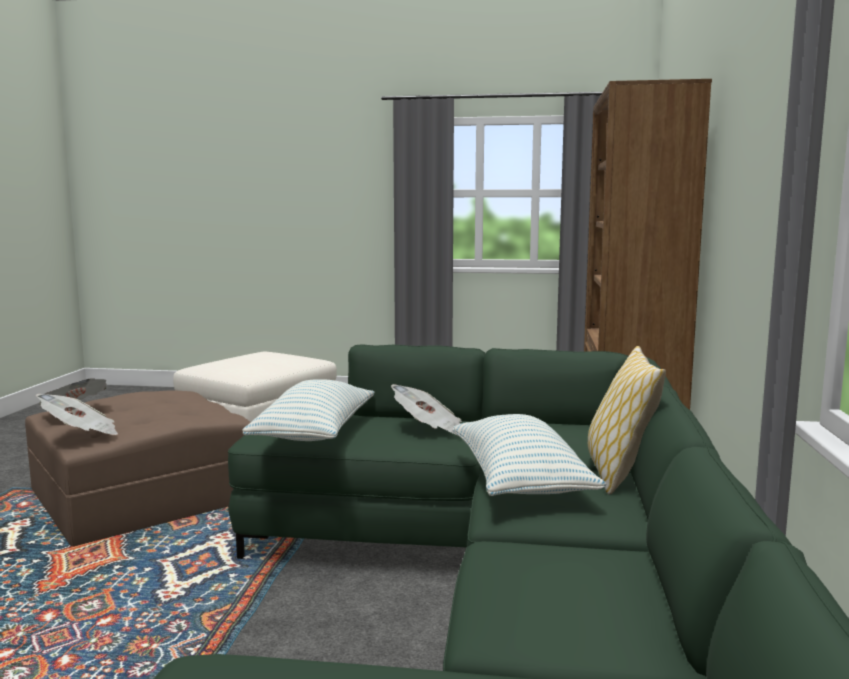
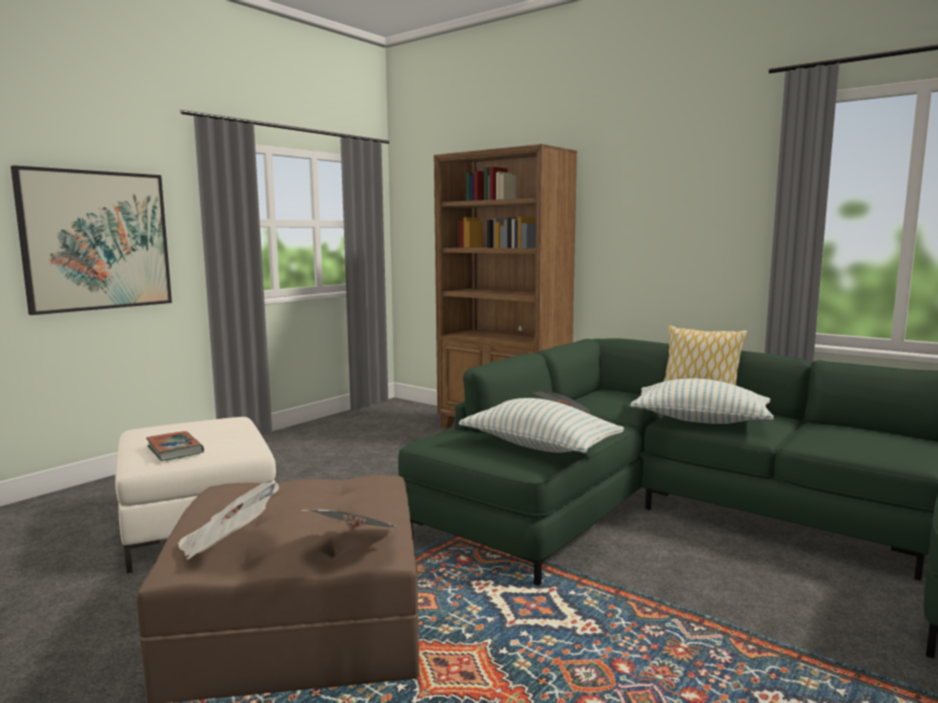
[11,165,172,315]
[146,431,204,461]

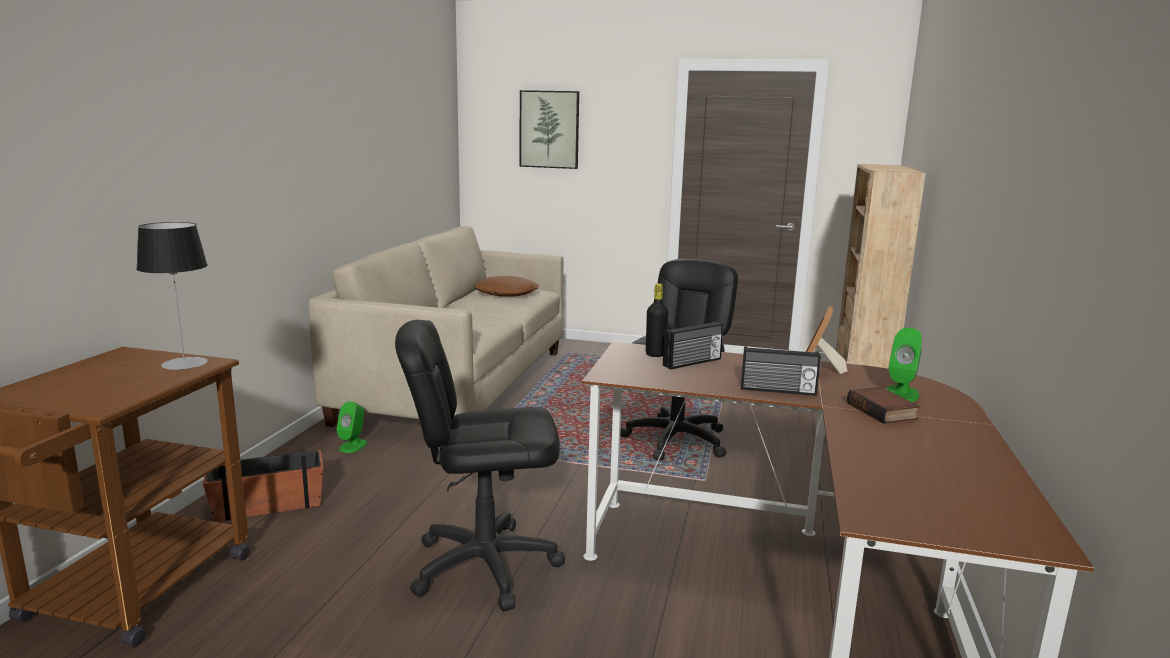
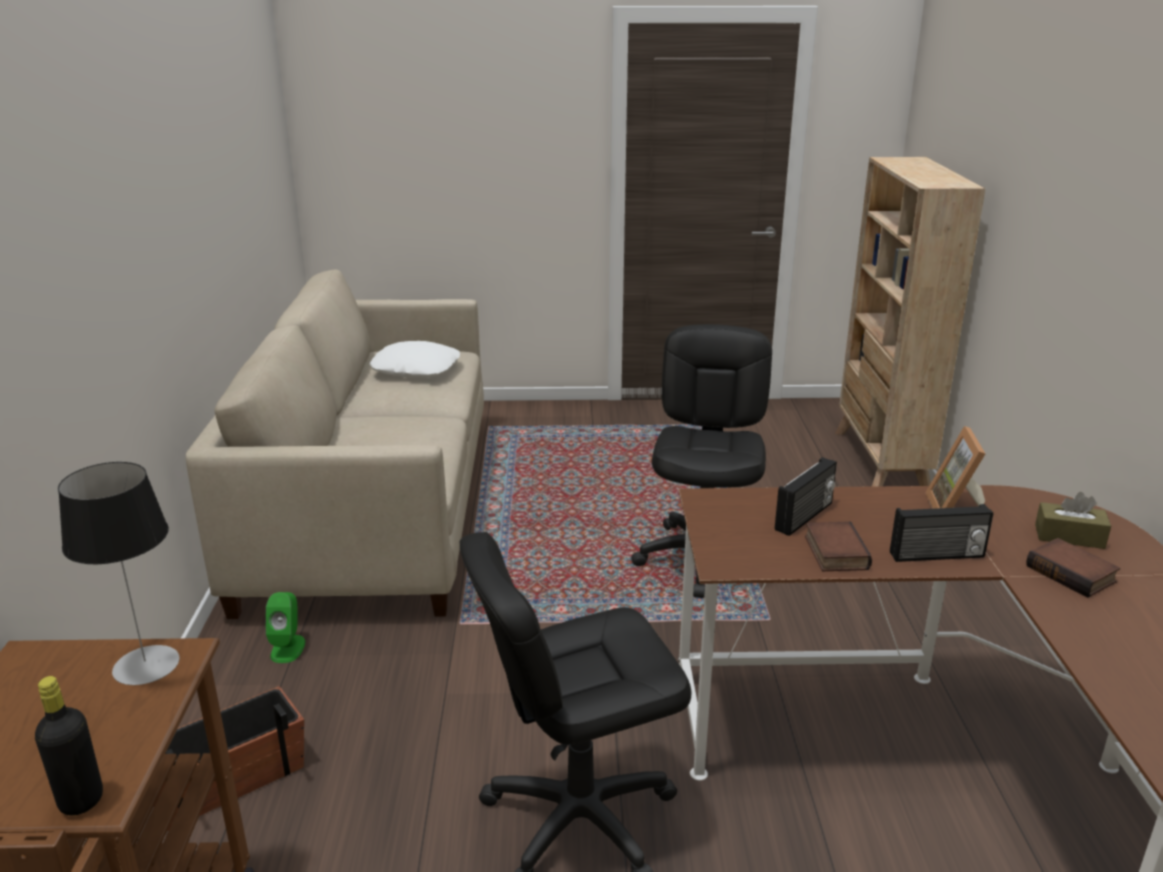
[520,90,579,169] (first image)
[805,521,872,571]
[35,676,103,816]
[1035,492,1111,549]
[369,341,460,378]

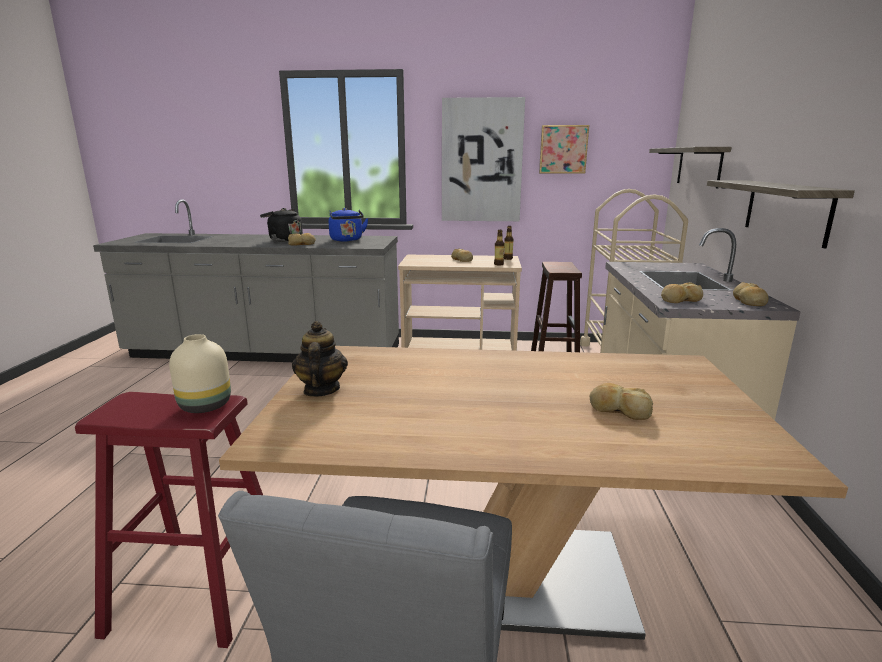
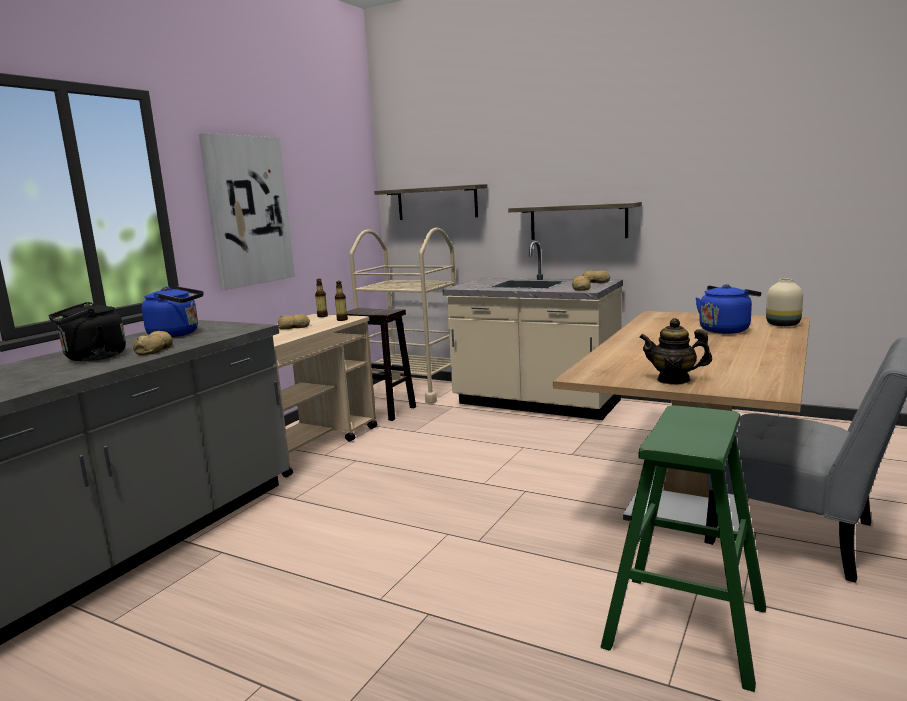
[539,125,589,174] (first image)
[766,279,803,326]
[696,284,761,334]
[600,405,766,692]

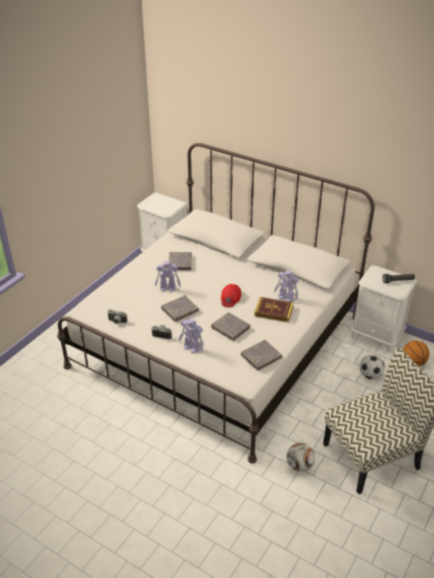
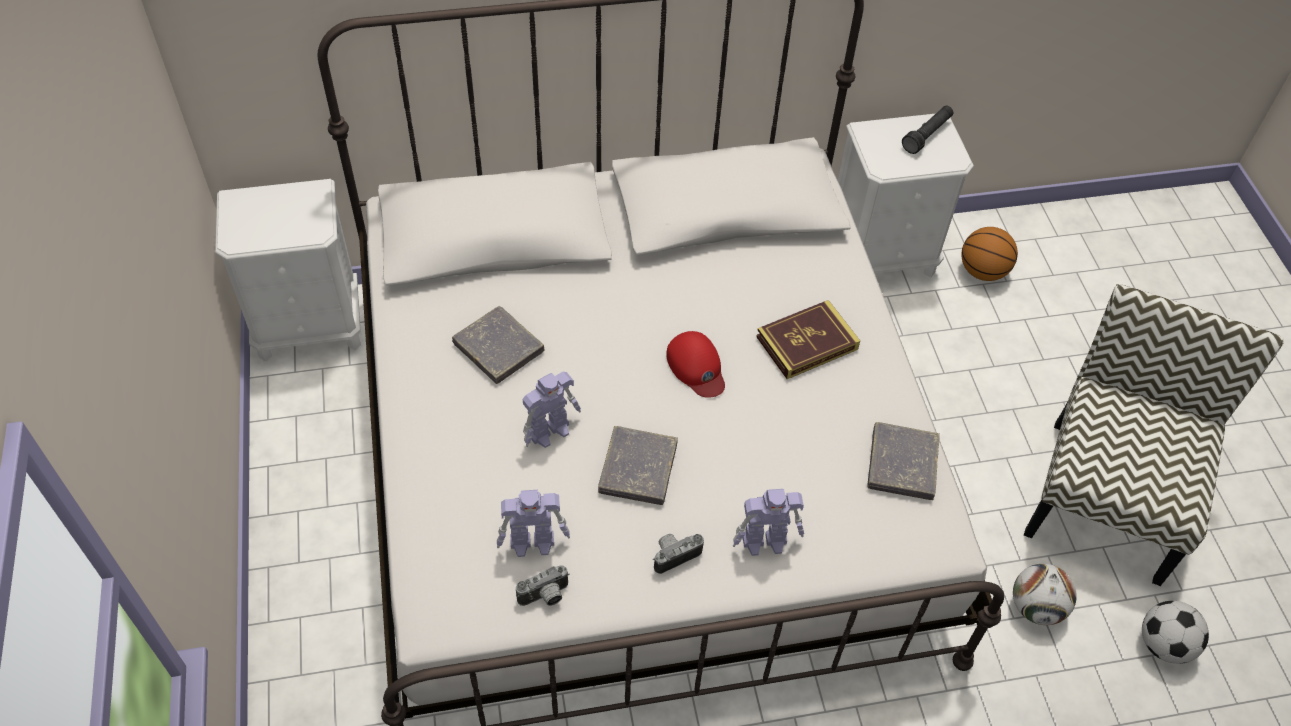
[211,312,250,341] (first image)
[497,490,570,557]
[1142,601,1209,664]

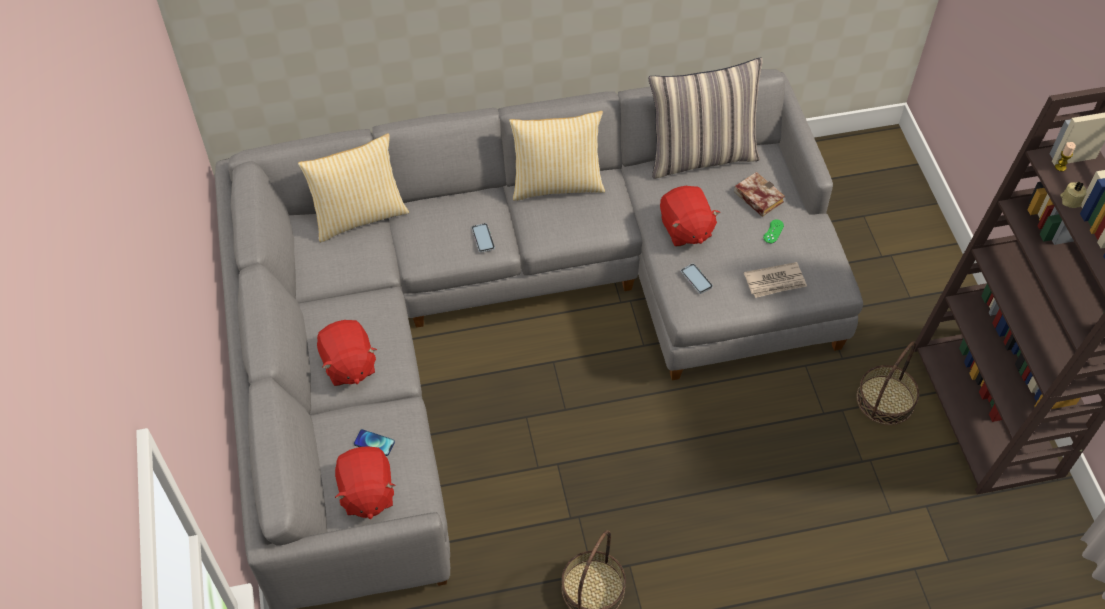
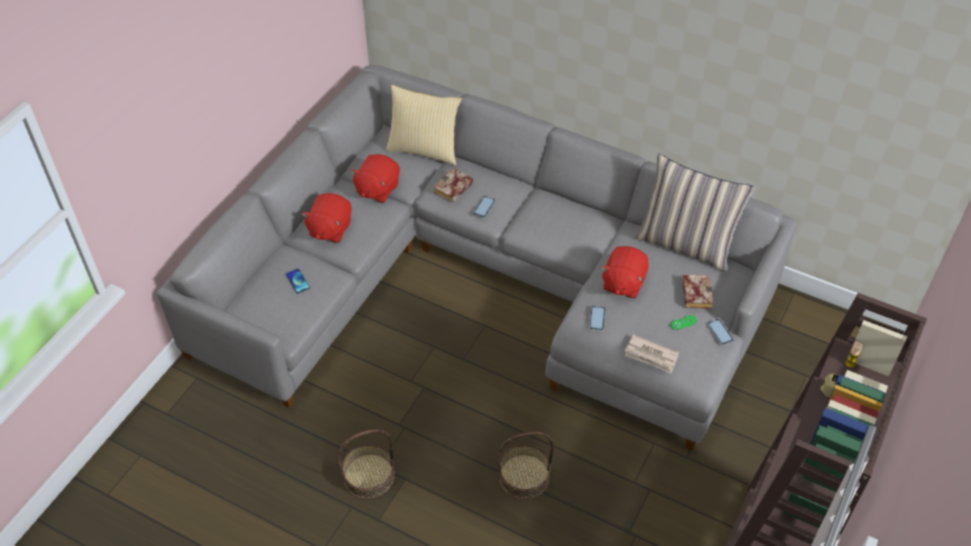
[509,111,605,201] (first image)
[434,168,473,203]
[707,319,734,345]
[351,154,400,203]
[497,432,554,499]

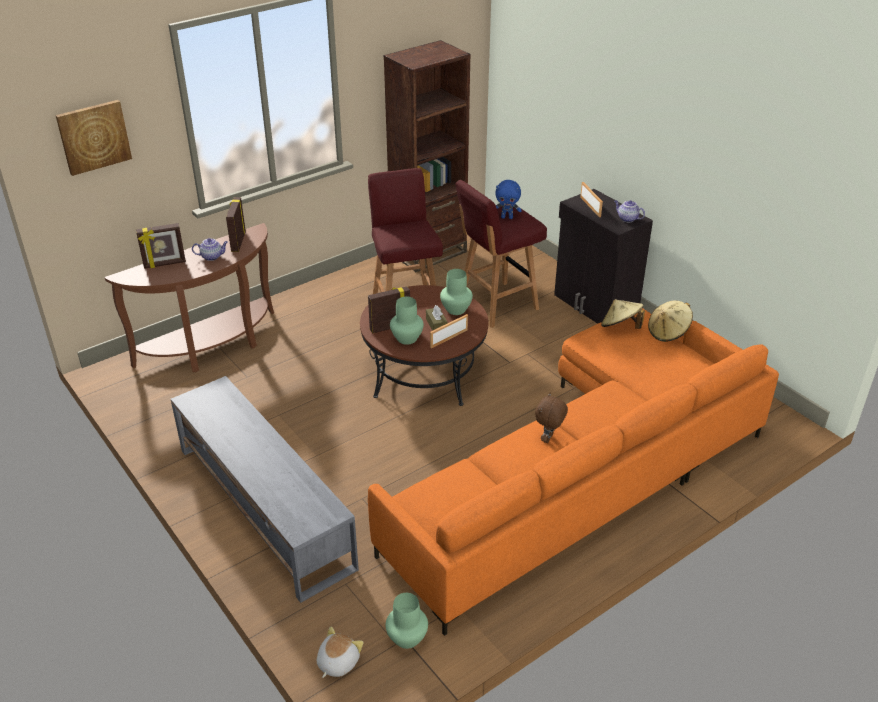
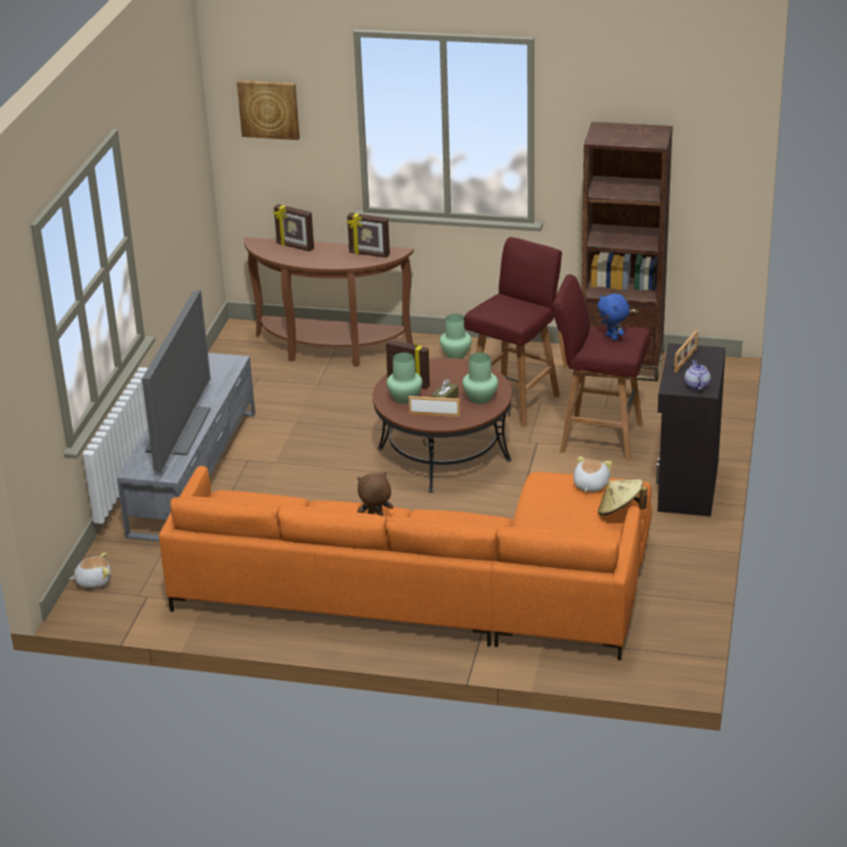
[192,238,228,261] (first image)
[142,290,211,473]
[440,314,472,359]
[573,456,612,492]
[347,213,390,258]

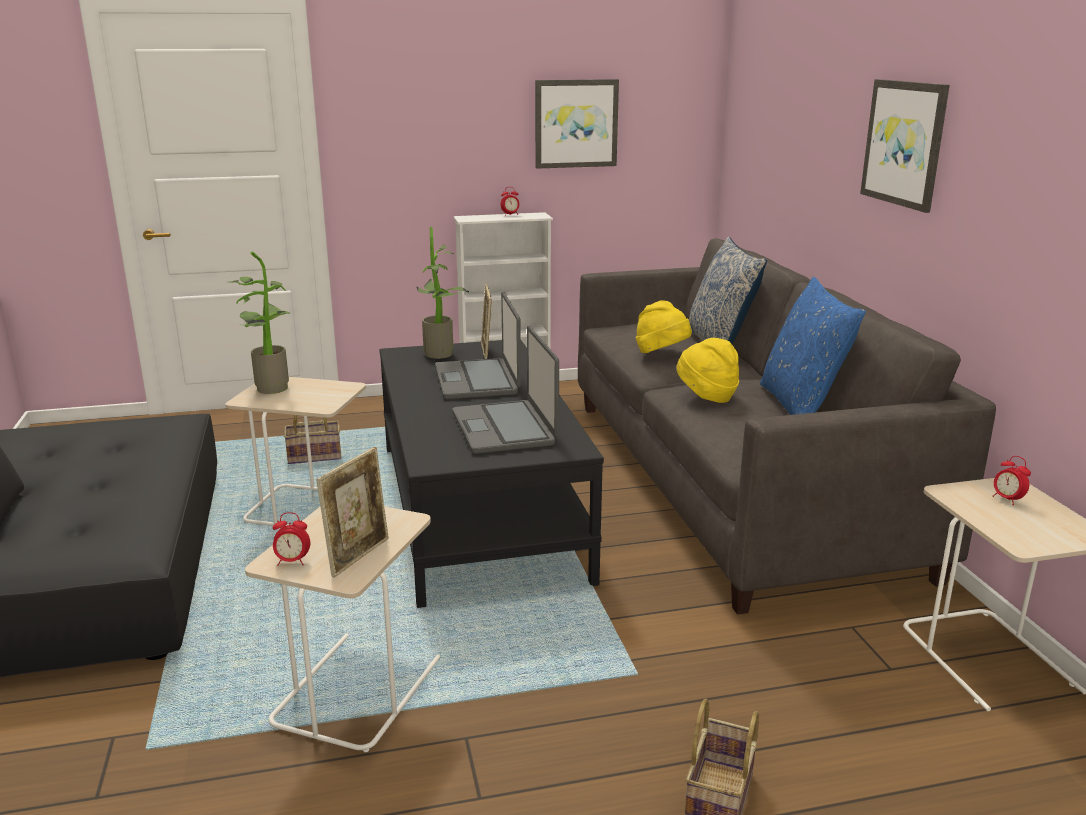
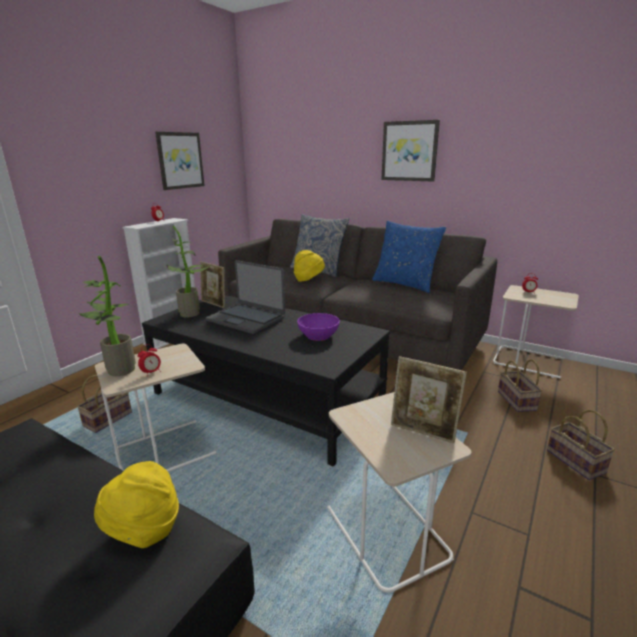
[498,359,542,412]
[138,344,161,375]
[94,461,179,548]
[297,313,340,341]
[391,356,467,443]

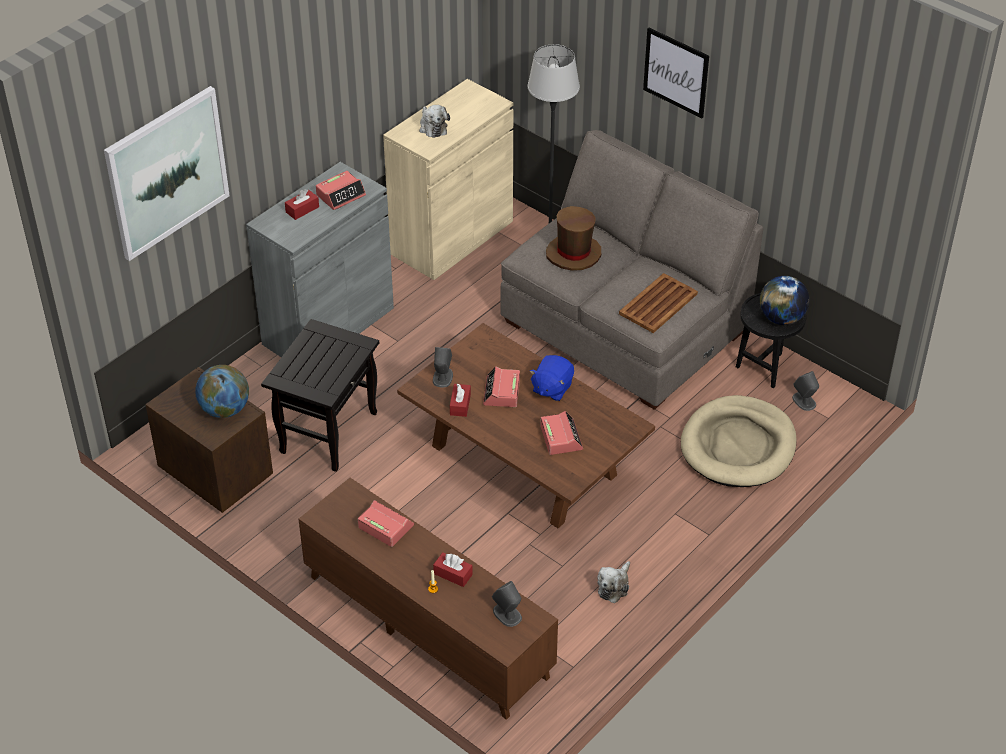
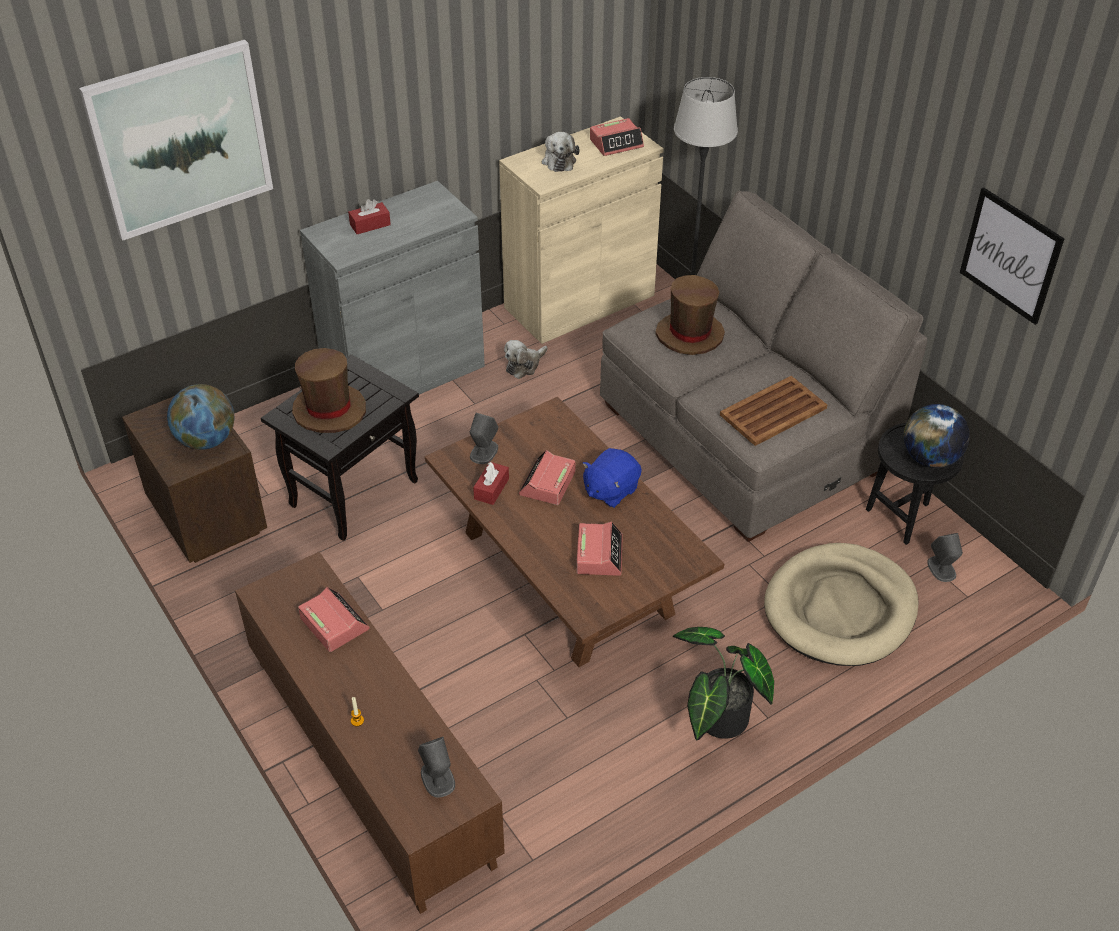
[433,552,473,587] (first image)
[292,348,366,433]
[673,627,774,741]
[590,118,644,156]
[504,340,547,379]
[960,187,1065,325]

